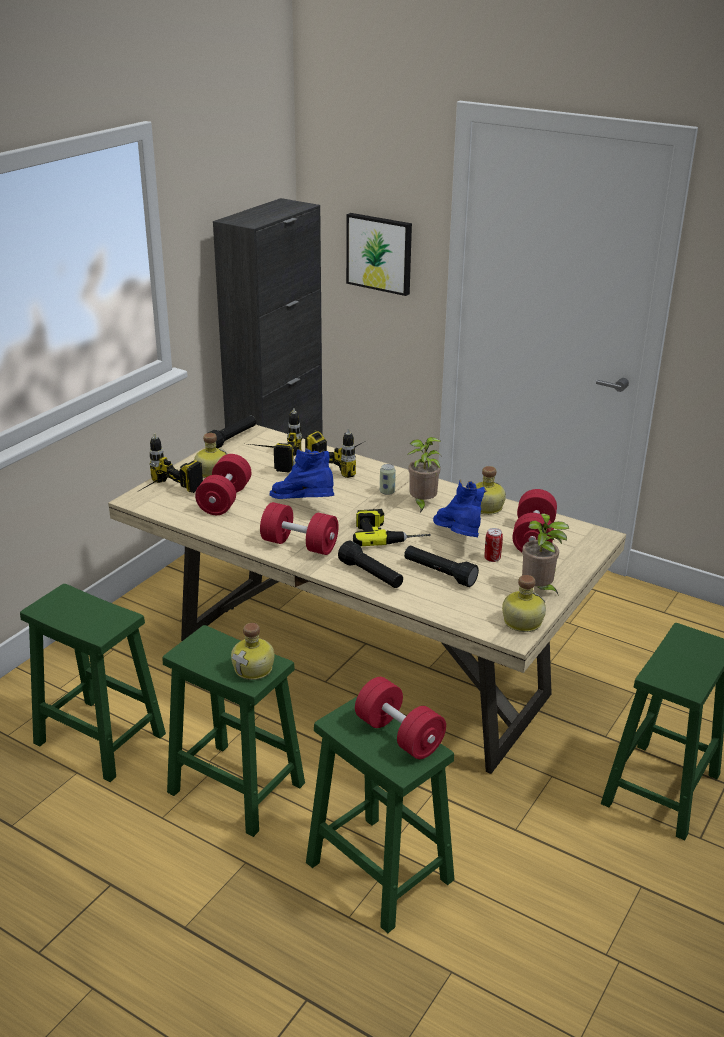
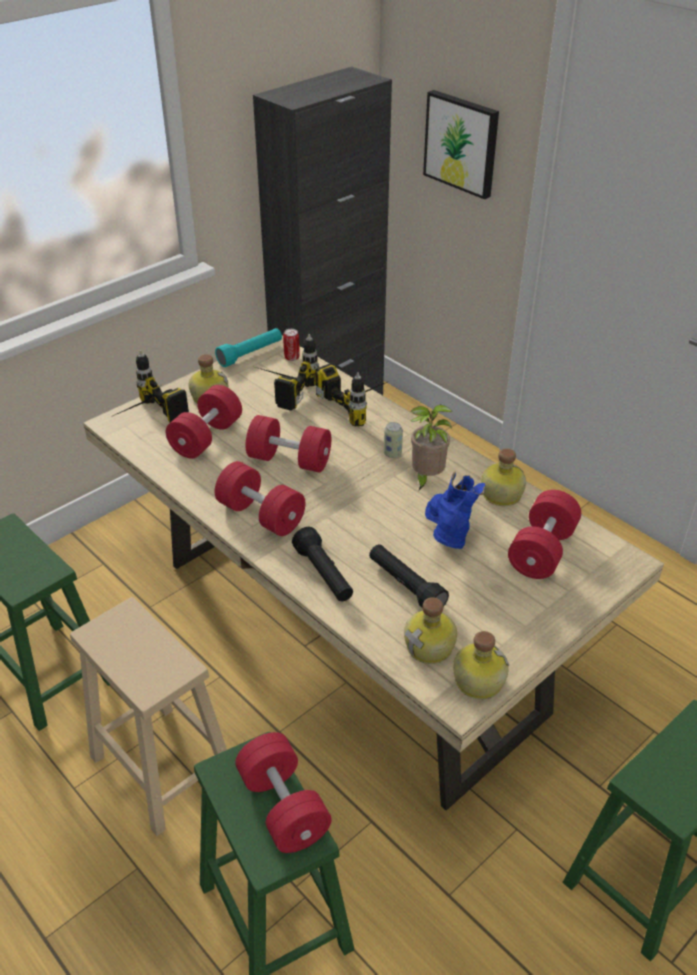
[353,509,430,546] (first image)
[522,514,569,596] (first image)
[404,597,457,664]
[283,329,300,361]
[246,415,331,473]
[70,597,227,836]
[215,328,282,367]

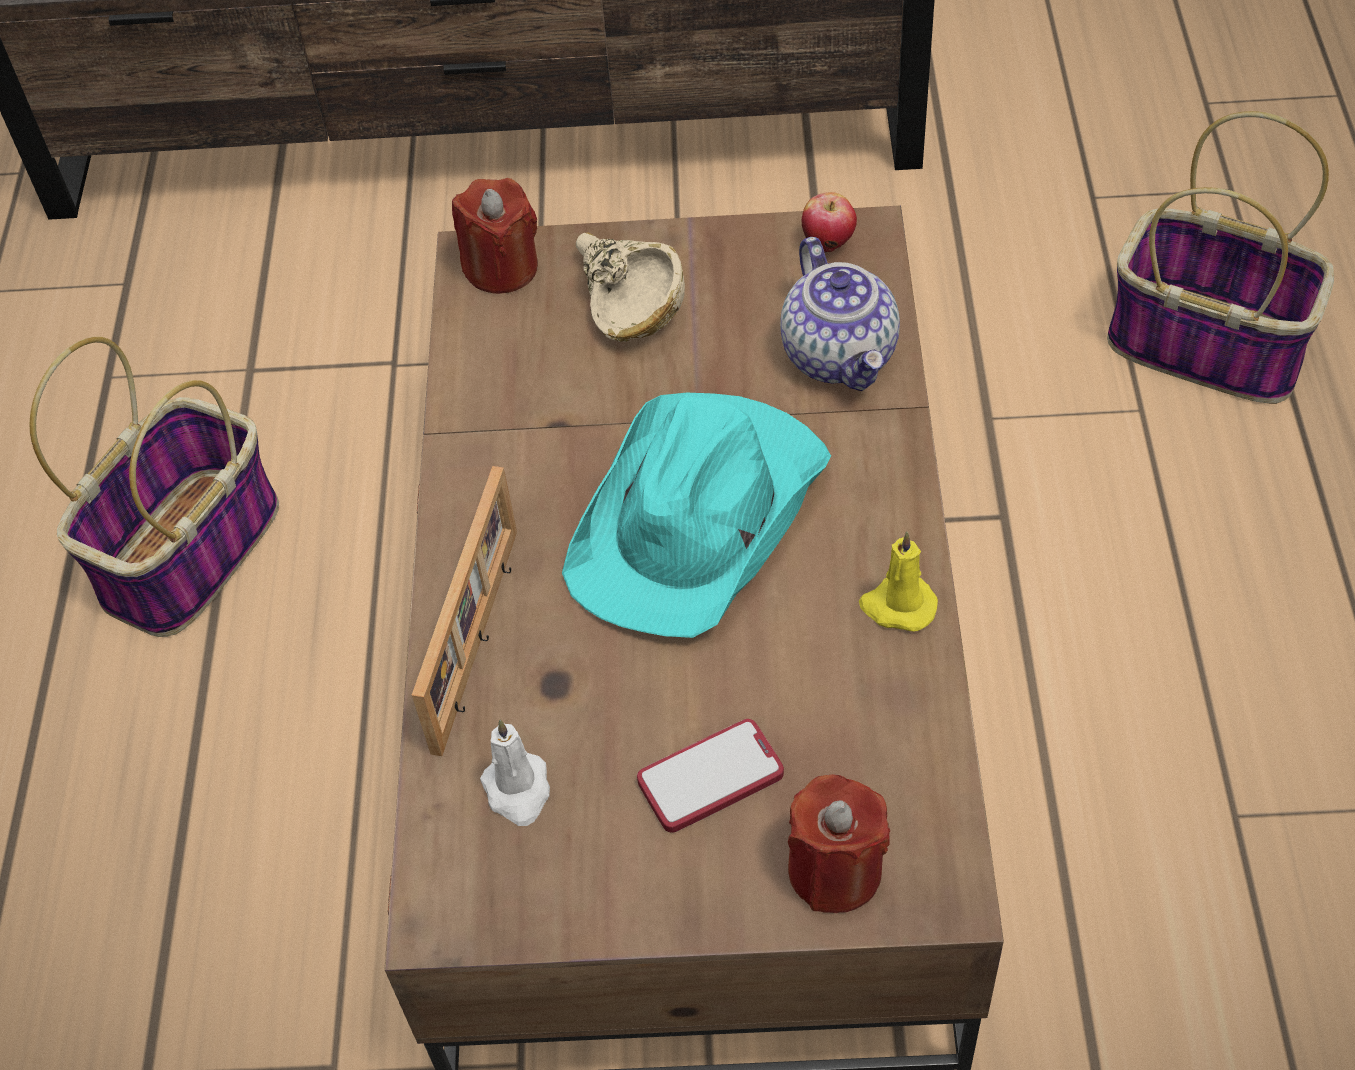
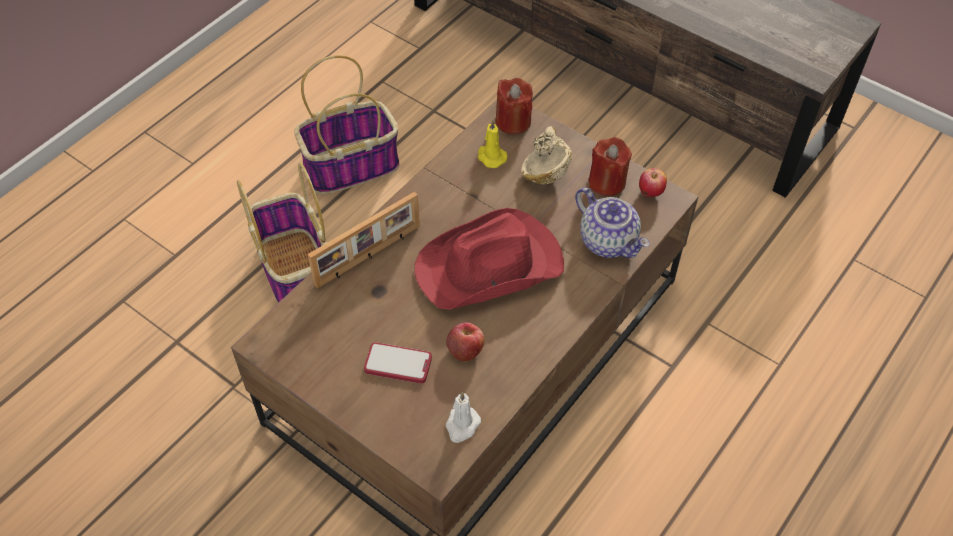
[446,322,485,362]
[446,392,481,443]
[589,137,632,196]
[478,120,507,168]
[237,163,327,303]
[414,208,564,310]
[575,187,649,258]

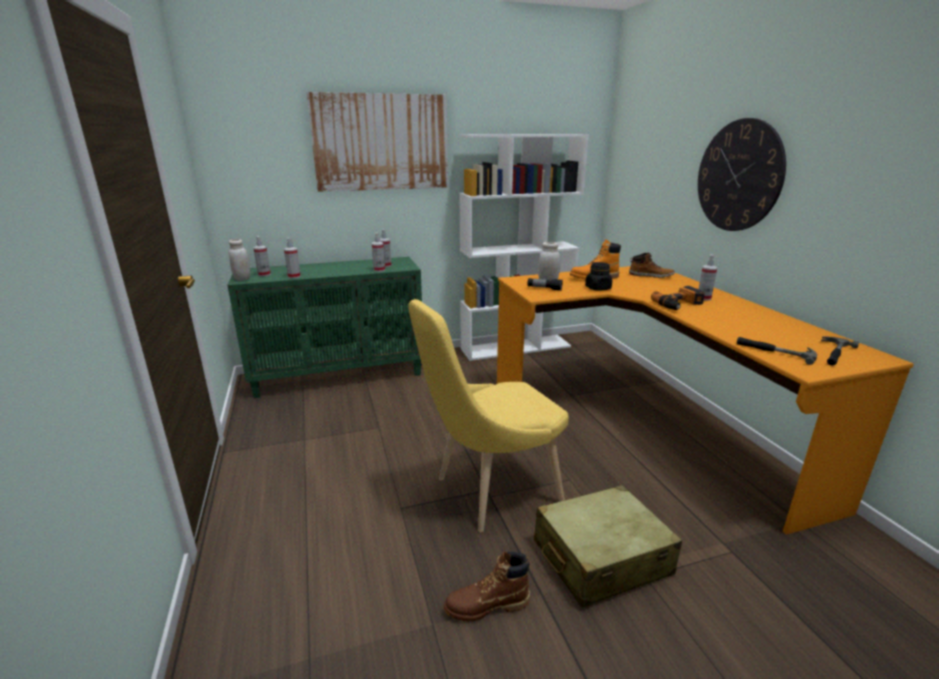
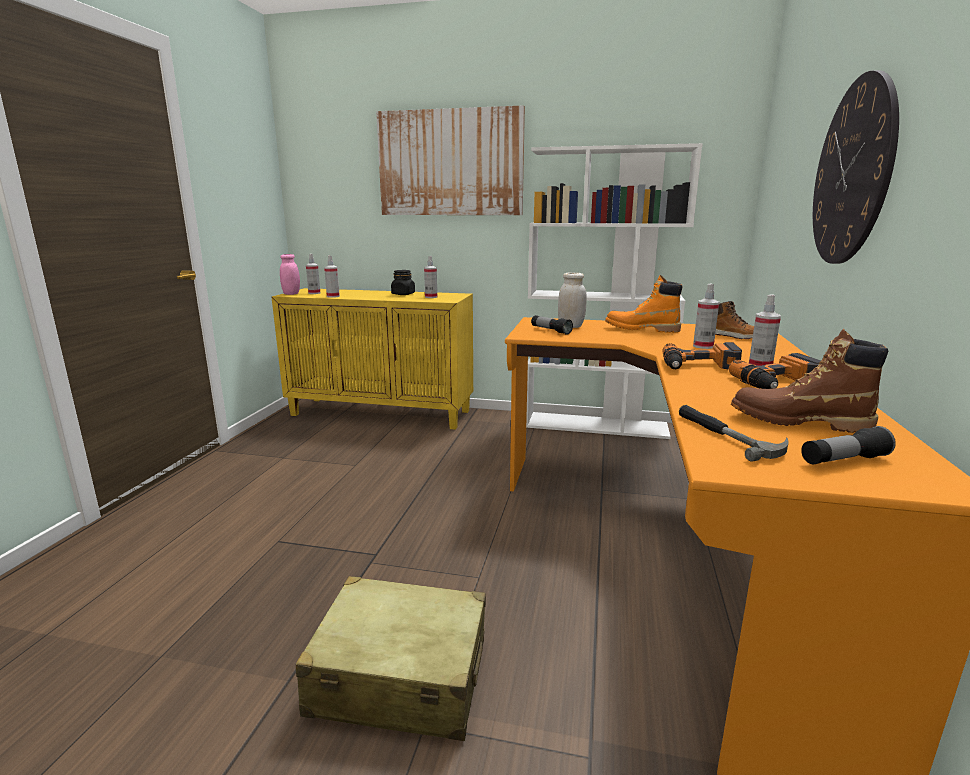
[409,299,569,532] (first image)
[729,353,821,389]
[693,284,719,349]
[731,329,888,433]
[391,270,415,295]
[801,426,896,464]
[272,288,473,430]
[280,254,300,295]

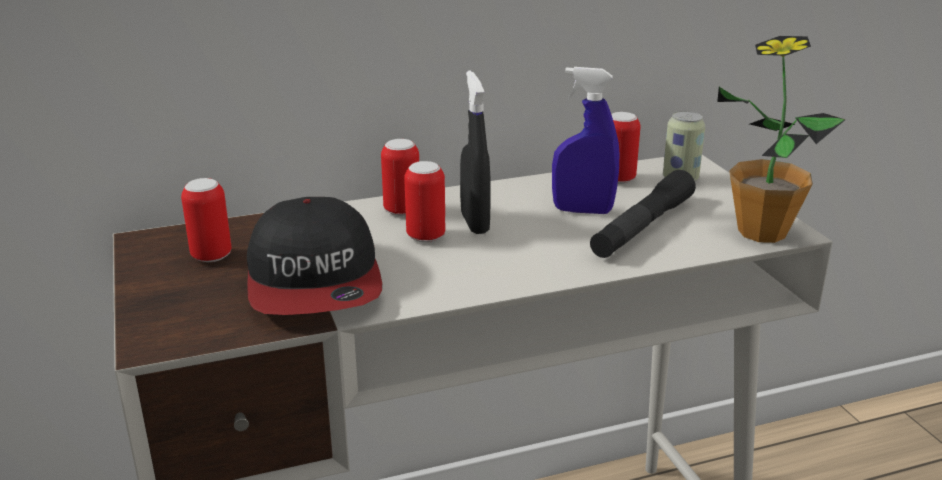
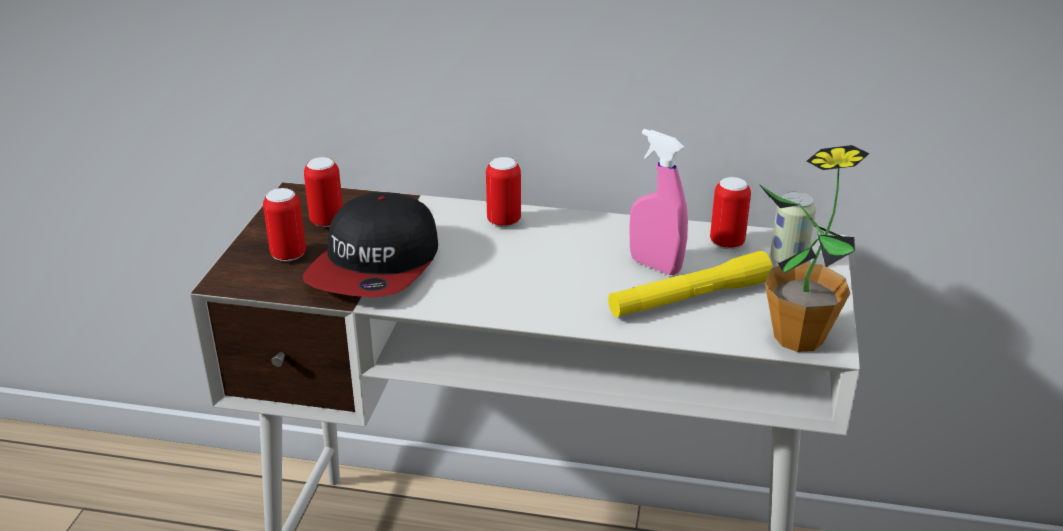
[460,70,491,234] (first image)
[263,188,306,261]
[629,129,688,275]
[608,251,773,317]

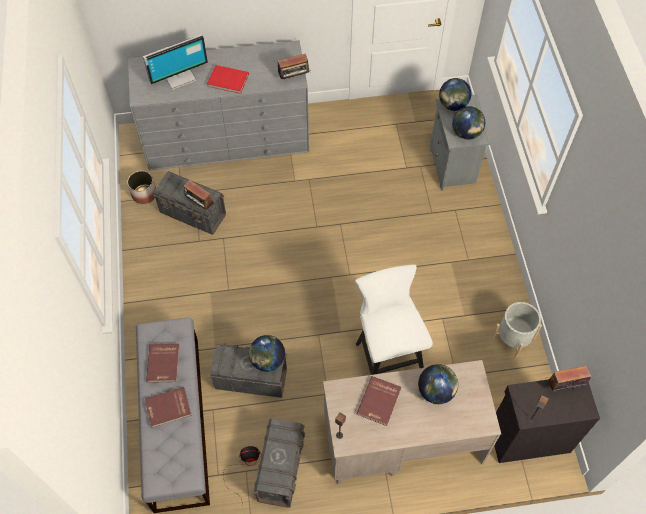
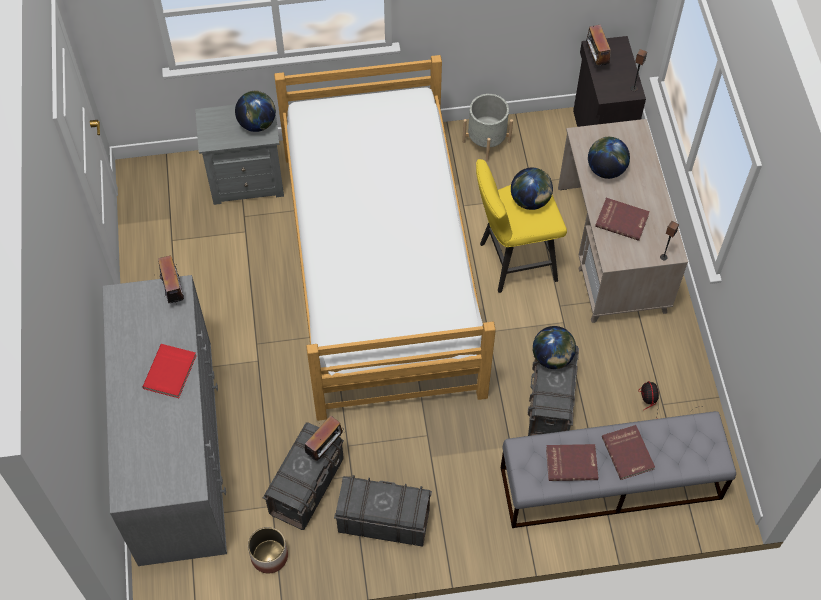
[143,34,208,90] (first image)
[274,55,496,421]
[334,475,432,547]
[511,168,553,210]
[476,159,567,293]

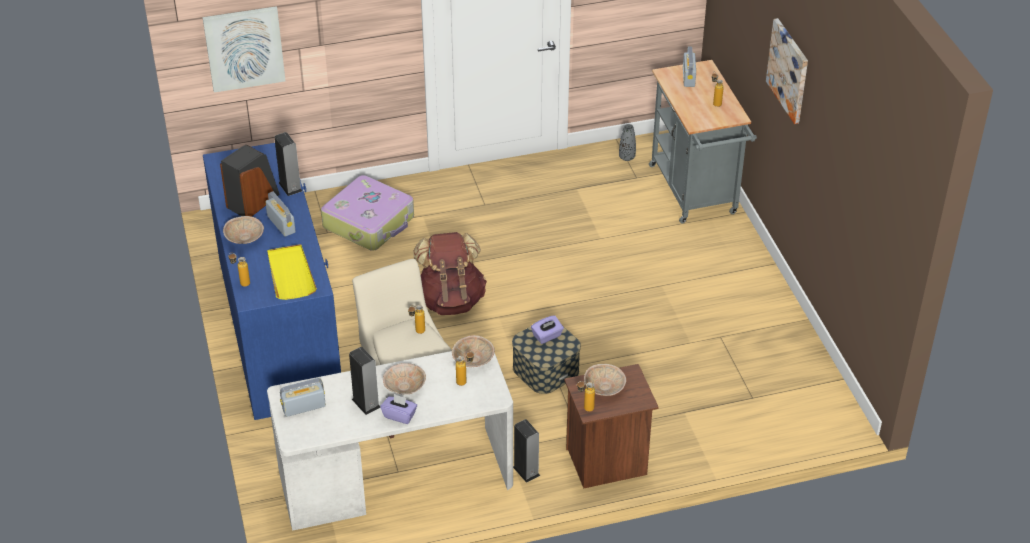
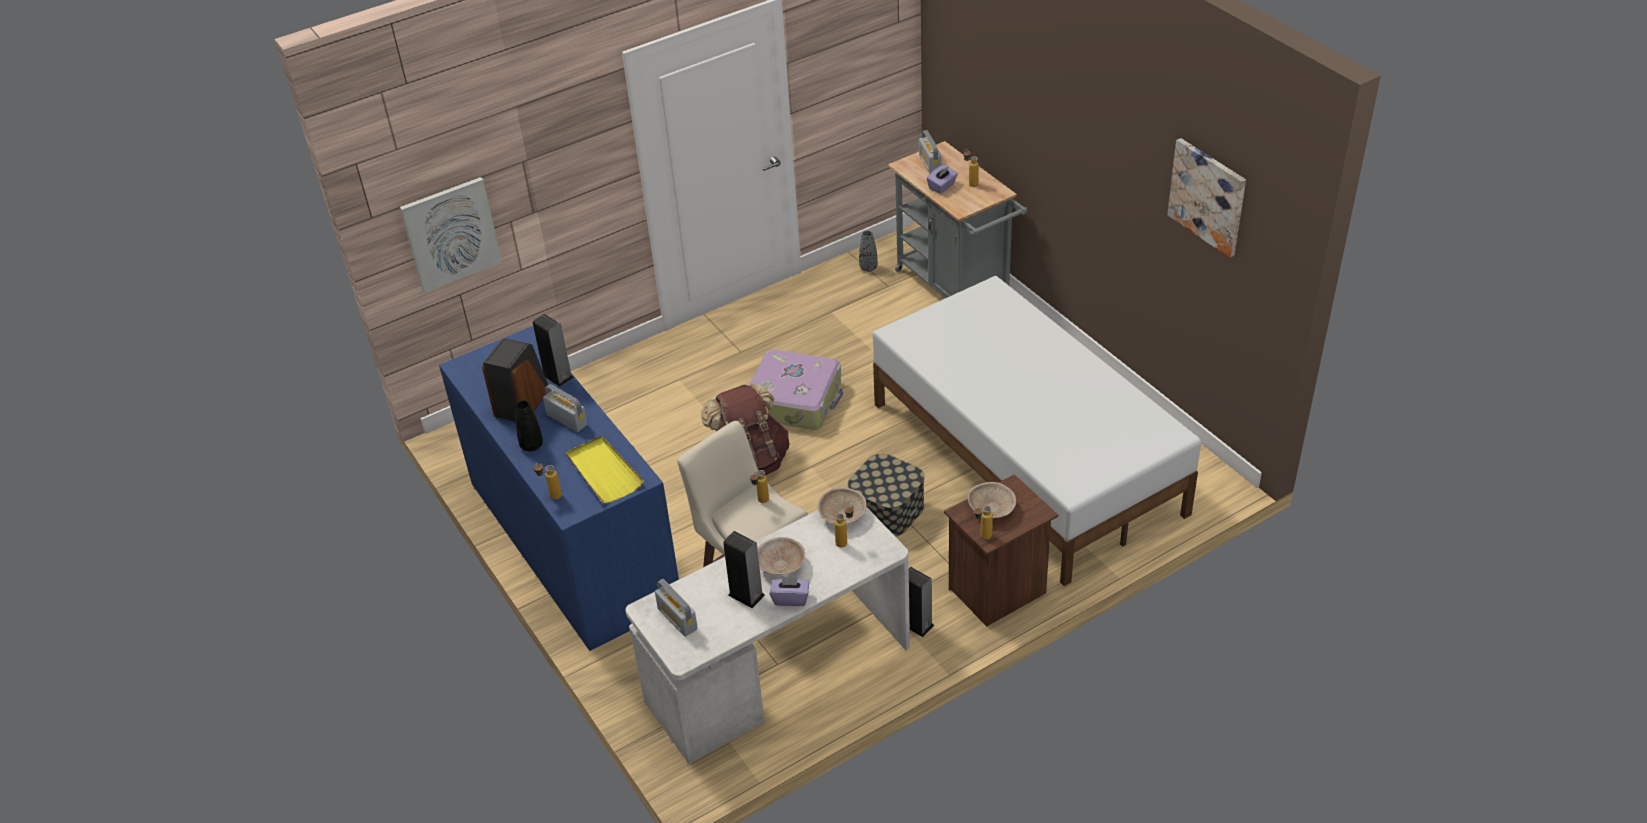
[873,276,1201,586]
[749,349,843,430]
[927,164,958,194]
[1167,138,1246,258]
[515,401,543,451]
[655,579,698,637]

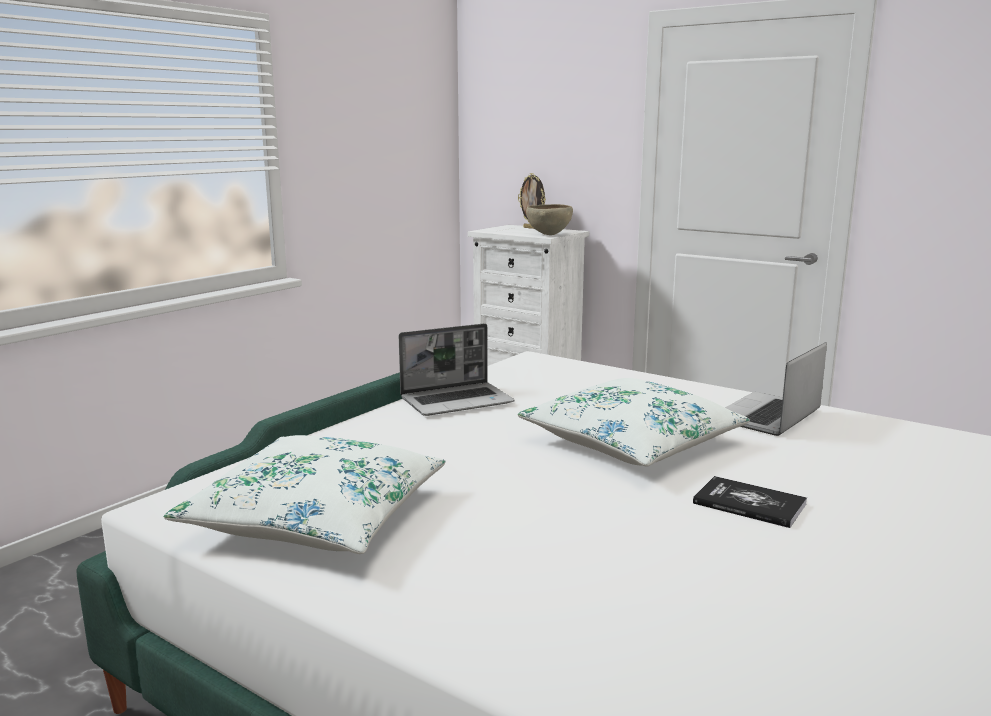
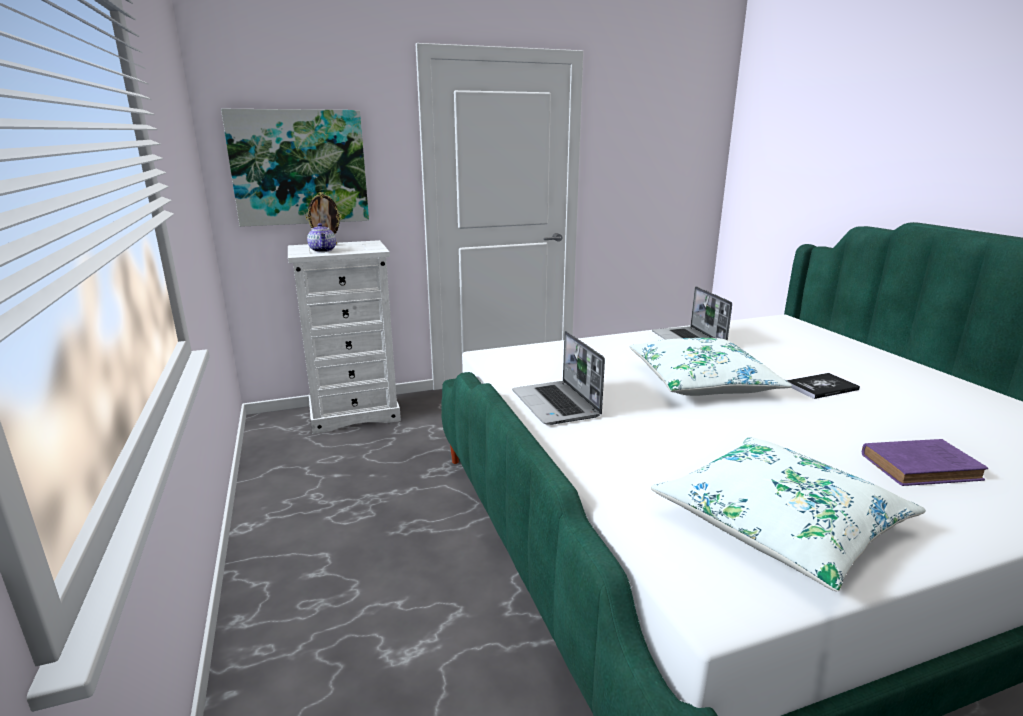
[526,204,573,235] (first image)
[221,109,369,227]
[307,223,336,252]
[862,439,988,486]
[512,331,605,425]

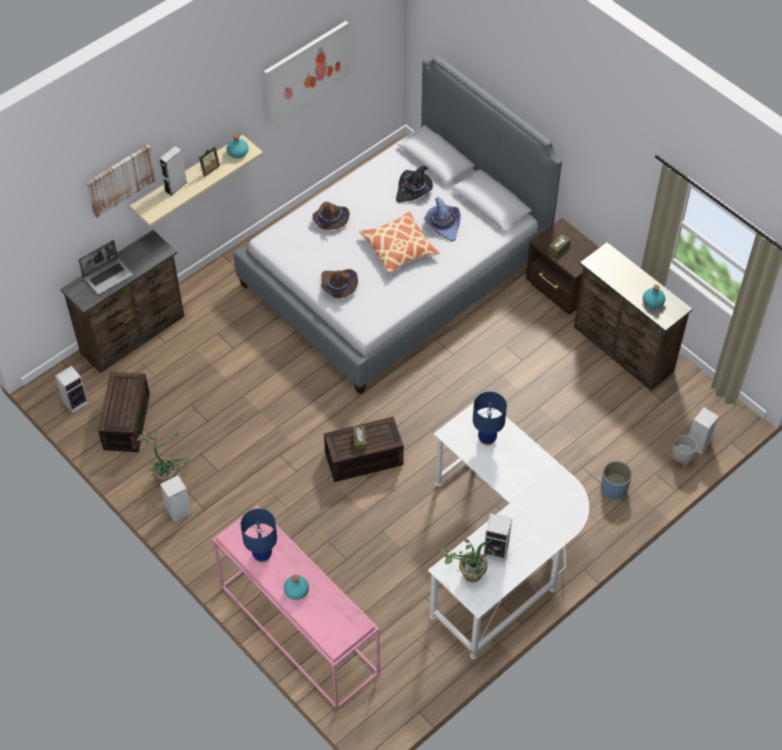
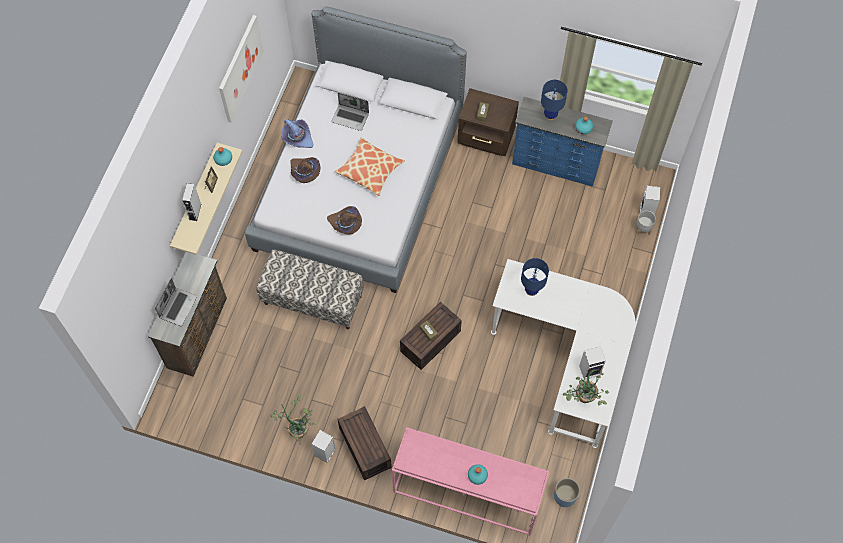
[55,366,89,414] (first image)
[86,144,156,218] (first image)
[256,249,364,329]
[337,406,392,480]
[541,80,568,120]
[281,119,313,148]
[554,478,580,507]
[331,93,369,131]
[512,97,613,187]

